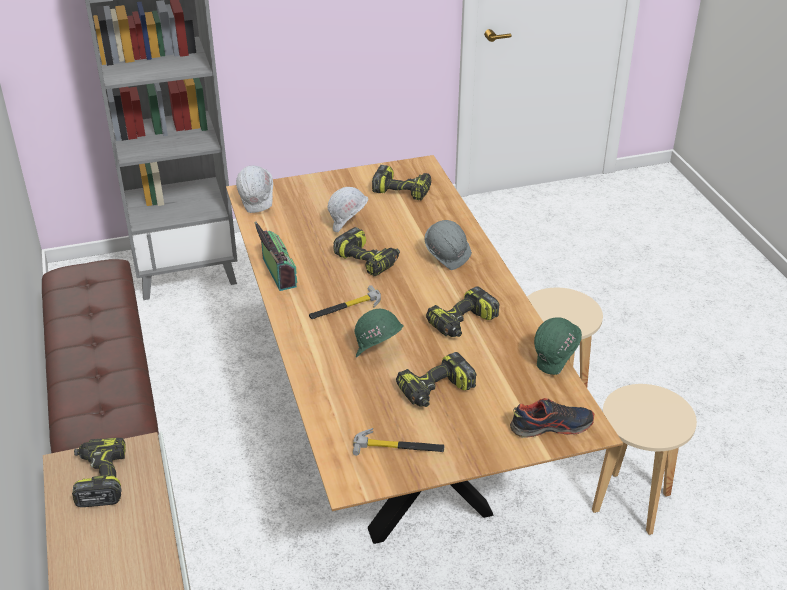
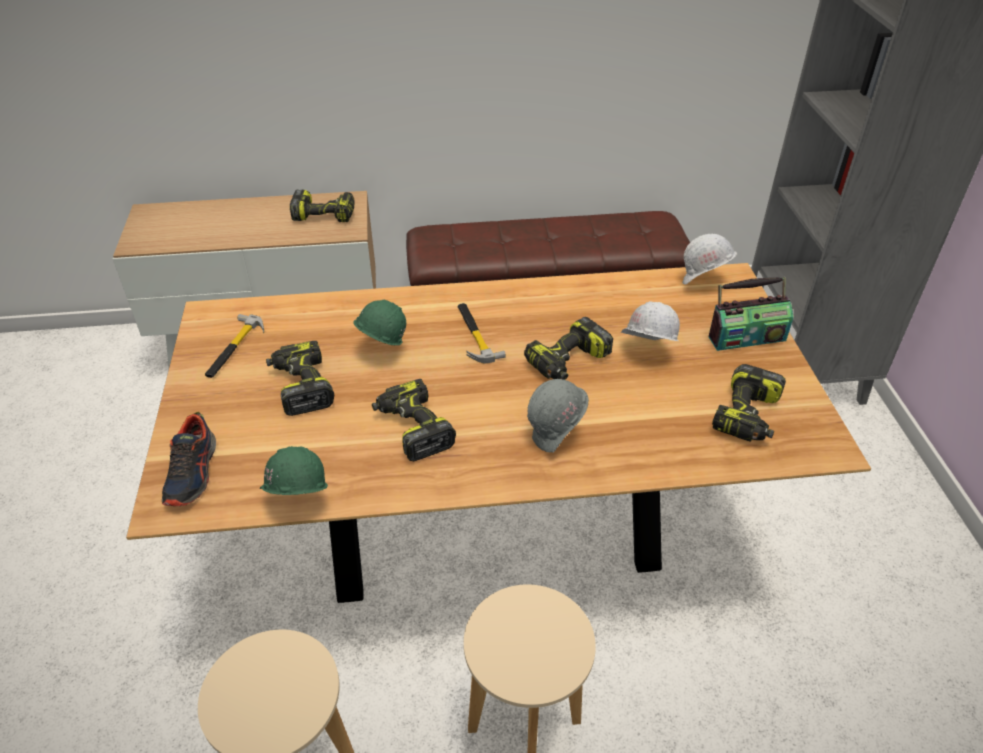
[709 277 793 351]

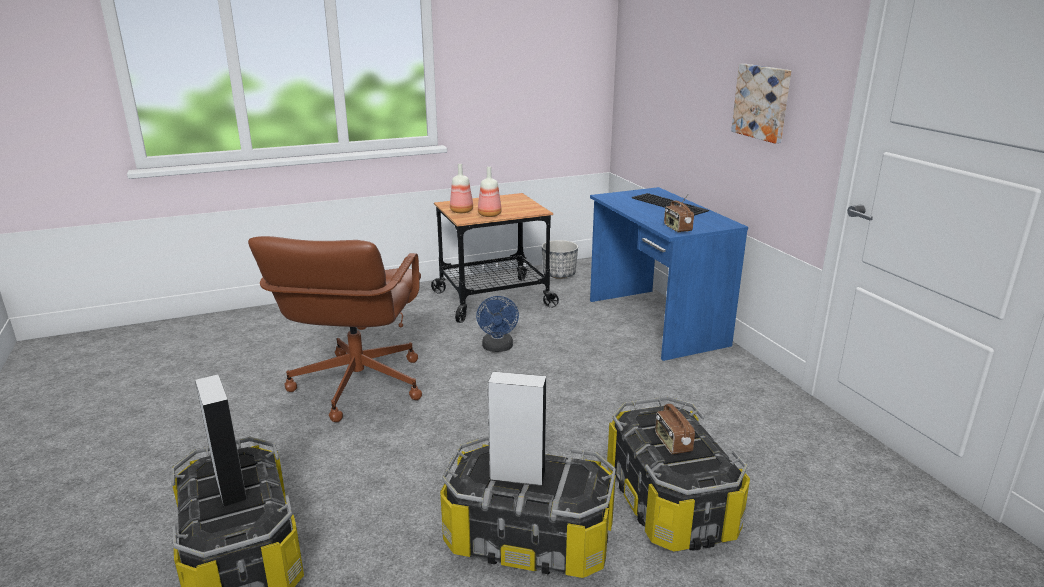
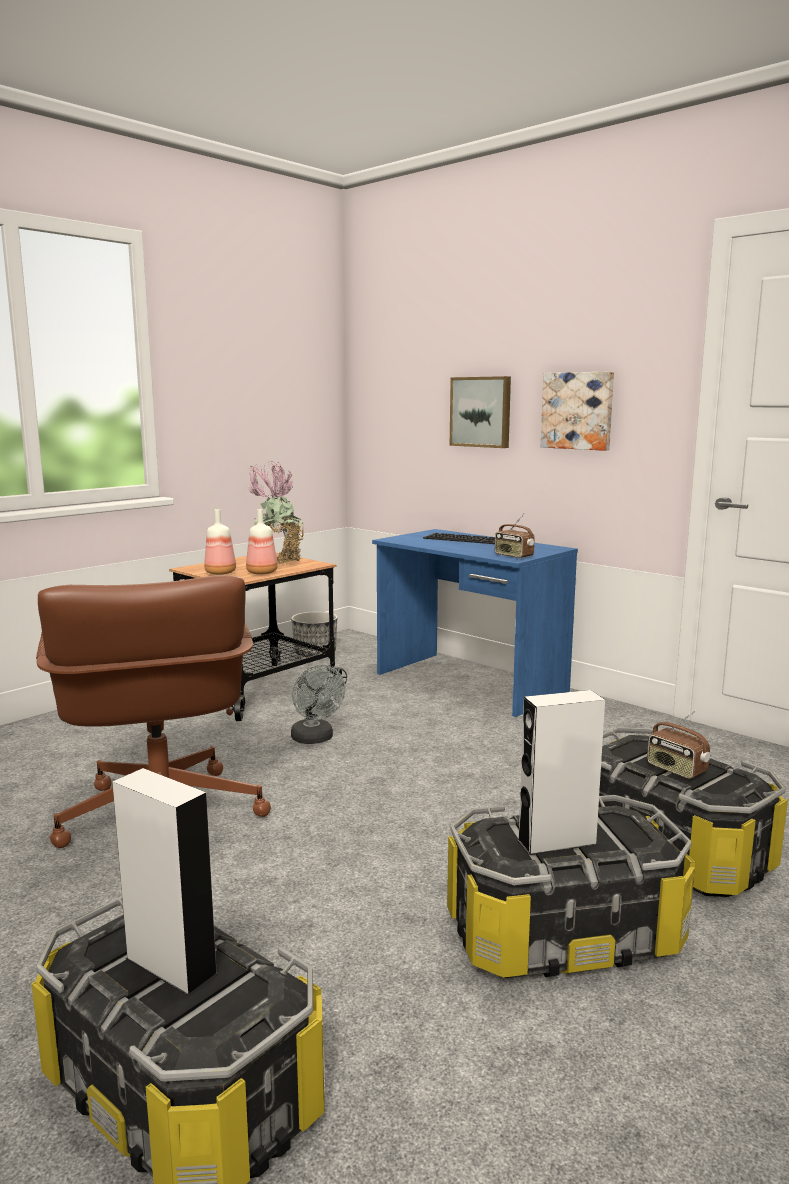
[248 461 304 564]
[450 376 511 448]
[291 665 345 744]

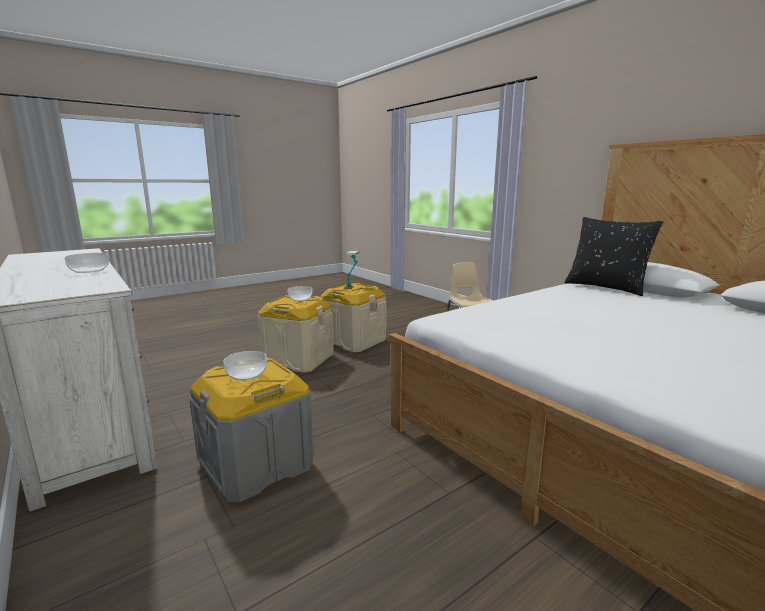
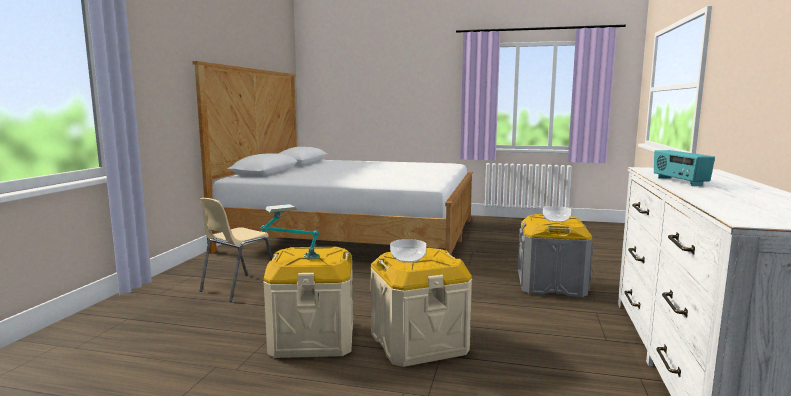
[565 217 664 296] (first image)
[654 150 715 186]

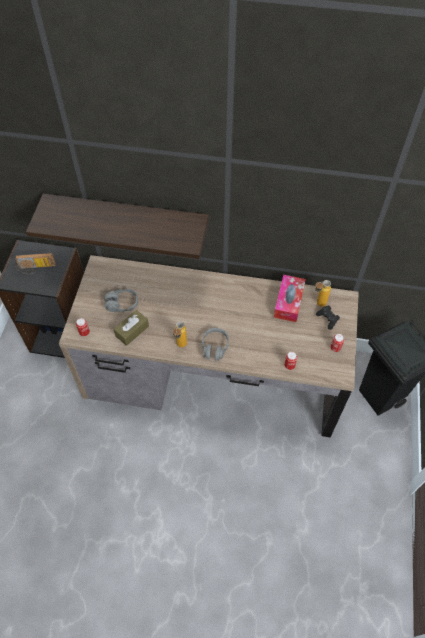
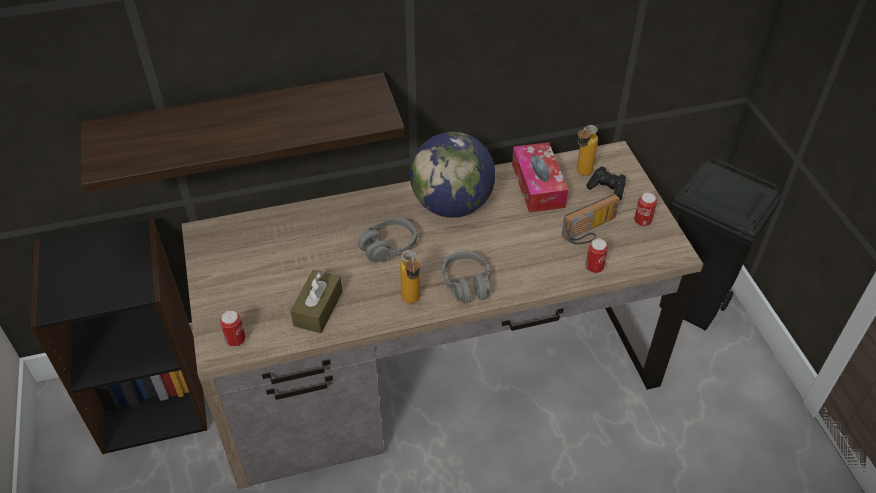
[410 132 495 218]
[562 194 620 245]
[357 218 417 262]

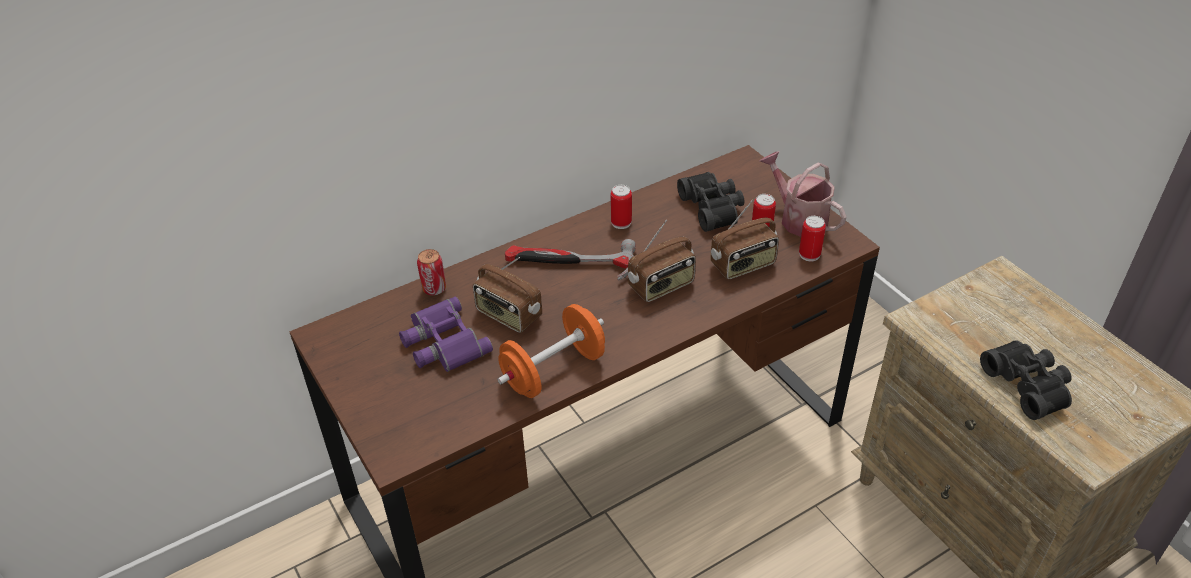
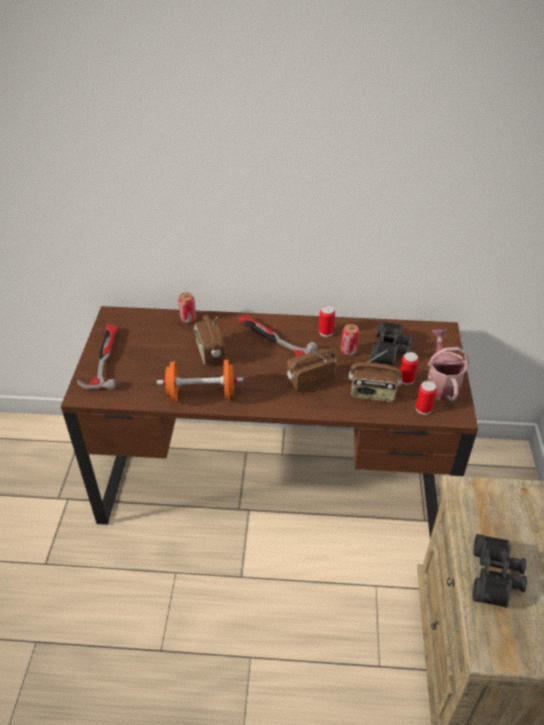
[399 297 493 372] (first image)
[76 324 118 390]
[341 324 359 356]
[287 349 336 392]

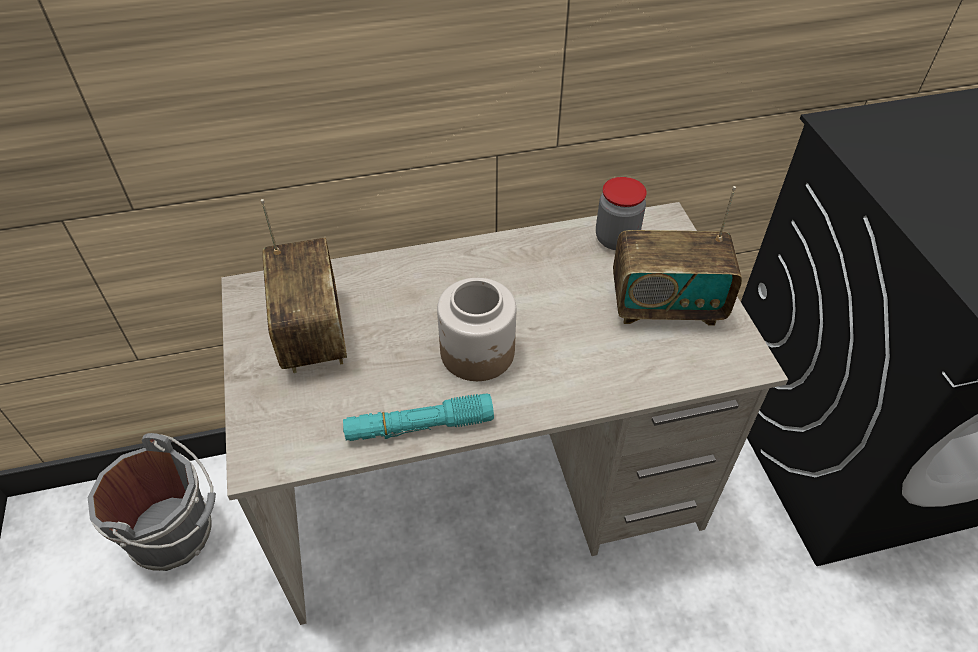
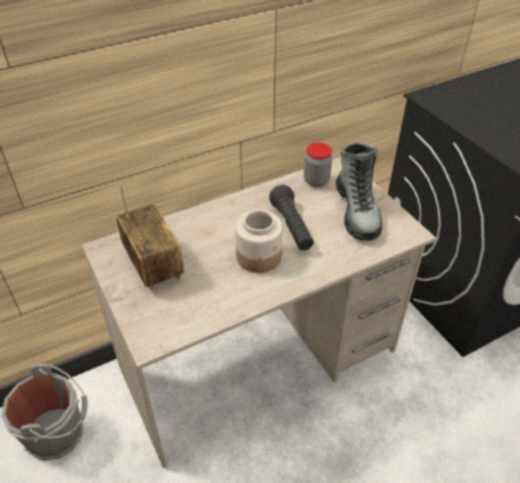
[343 393 494 441] (first image)
[269 185 314 251]
[336 142 382 241]

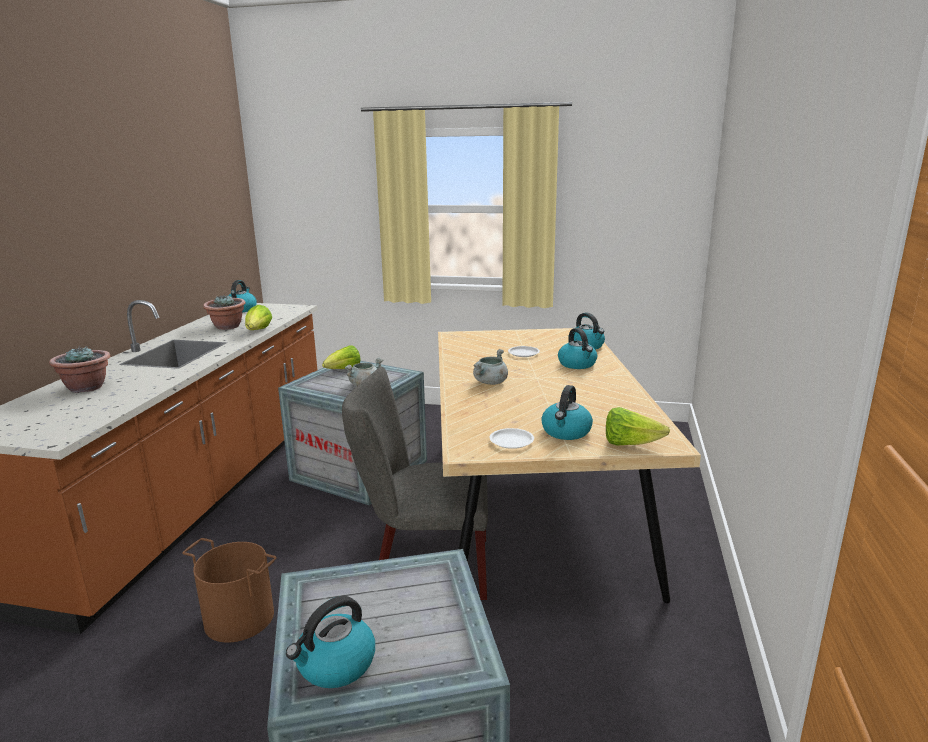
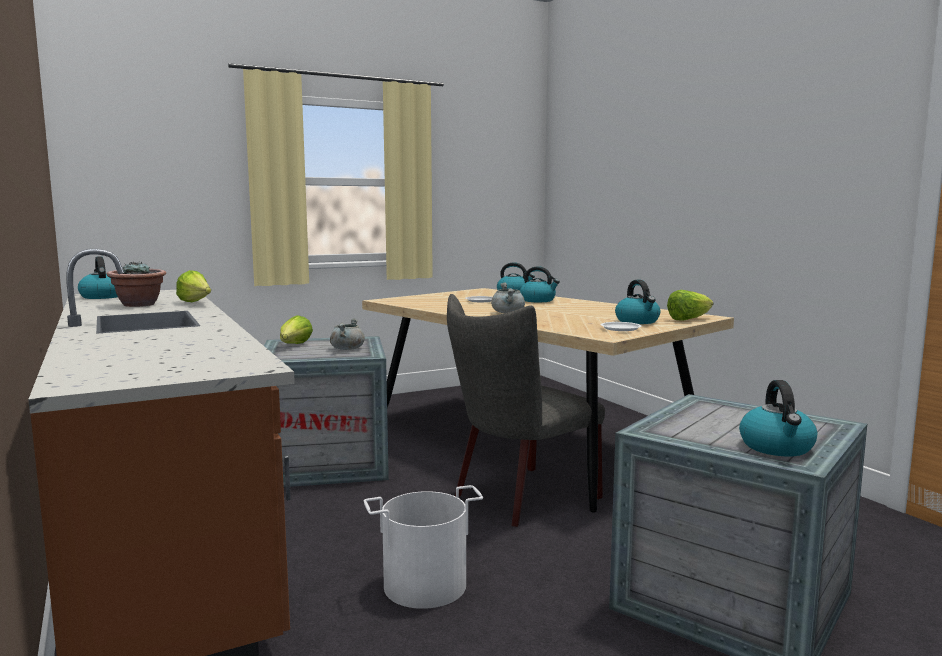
[49 345 110 393] (first image)
[364 485 483 609]

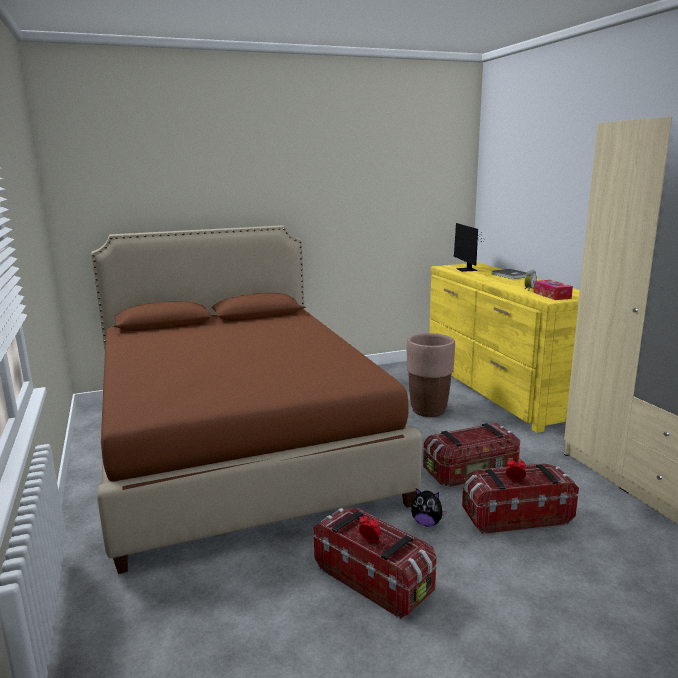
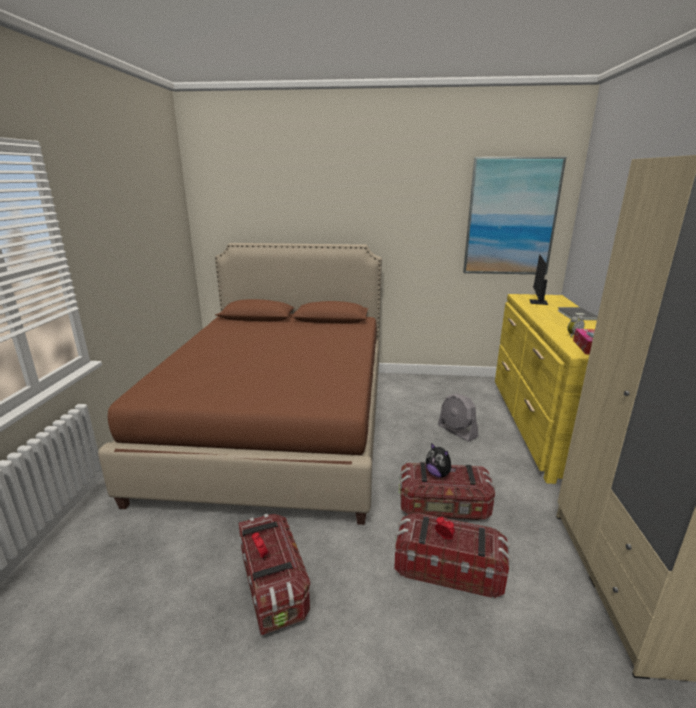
[463 157 566 275]
[426 443 456 477]
[438 393 478 442]

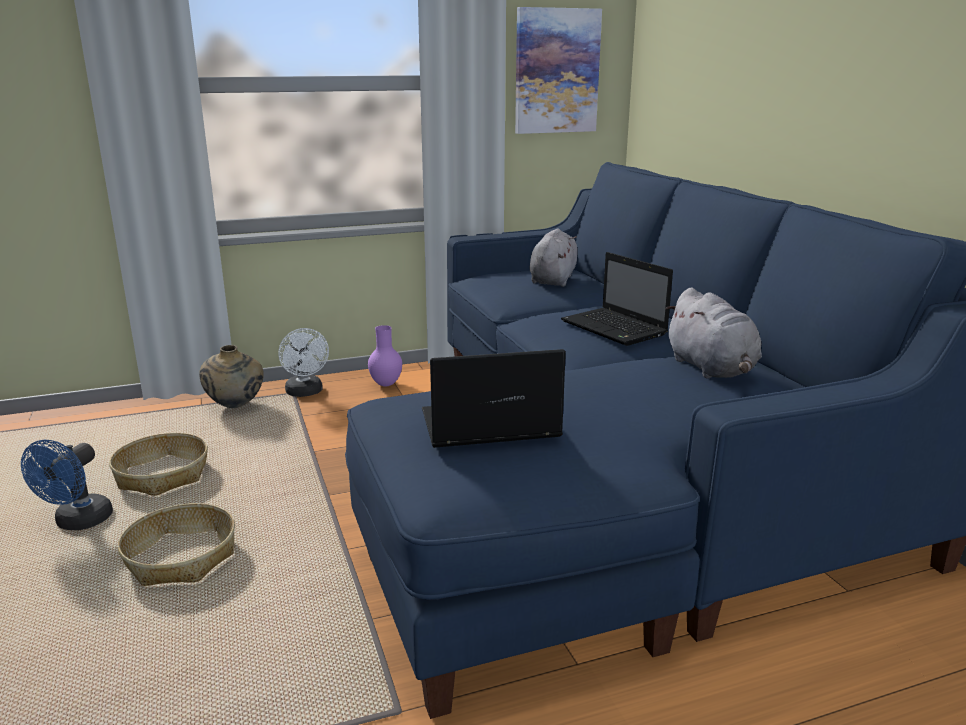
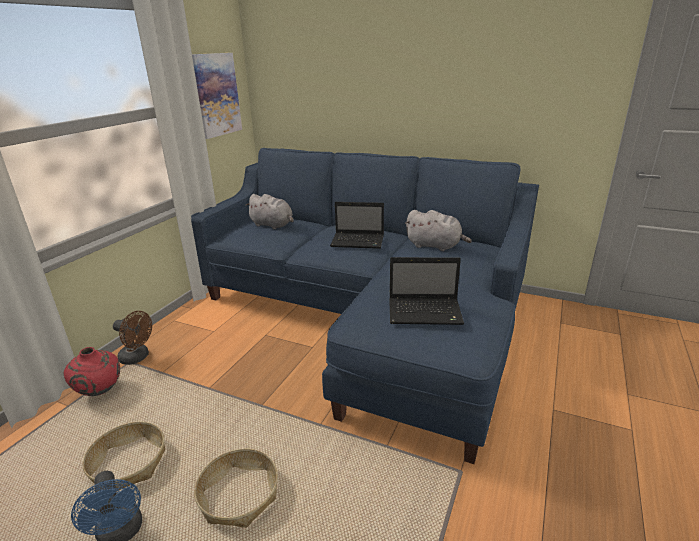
[368 325 402 387] (first image)
[64 347 120 396]
[113 311 152 365]
[389 257 464 325]
[245 194 294 229]

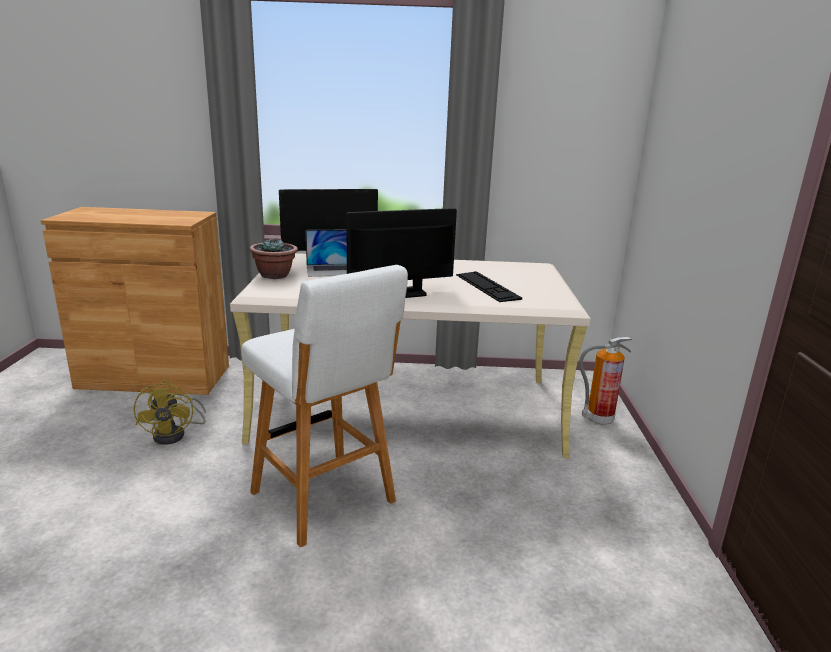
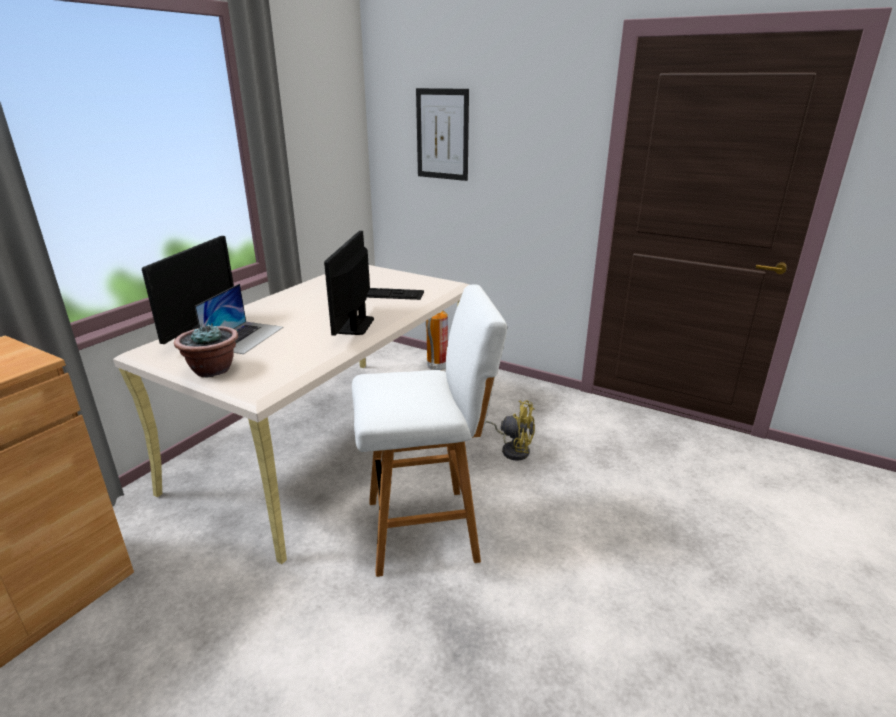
[416 88 469 181]
[486 400 535 461]

